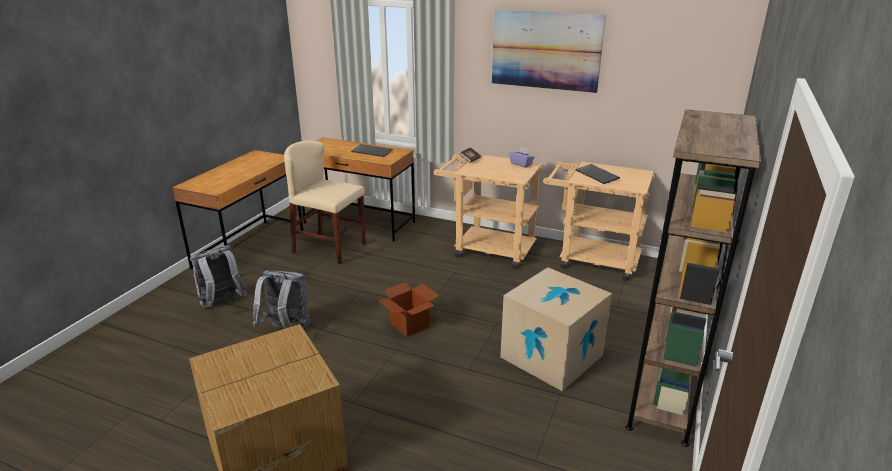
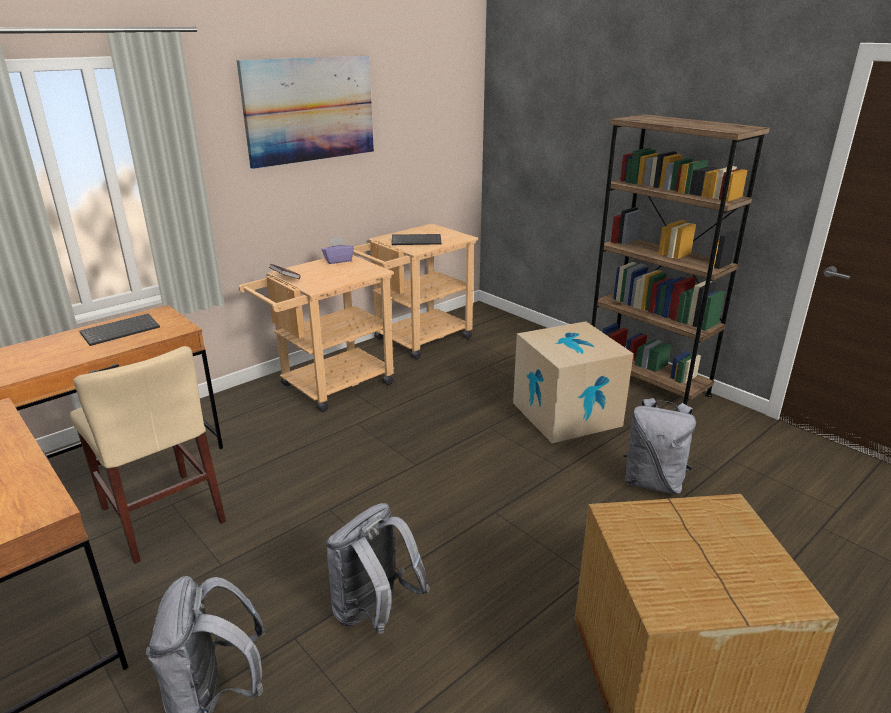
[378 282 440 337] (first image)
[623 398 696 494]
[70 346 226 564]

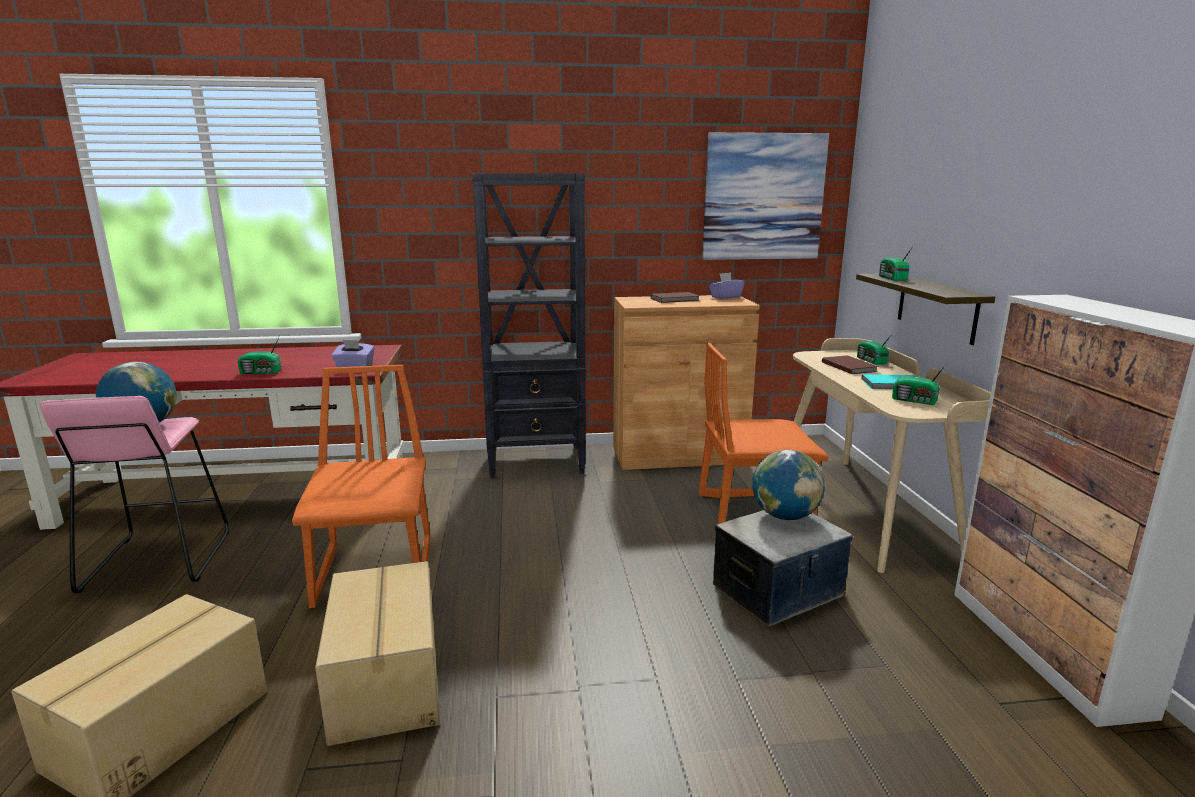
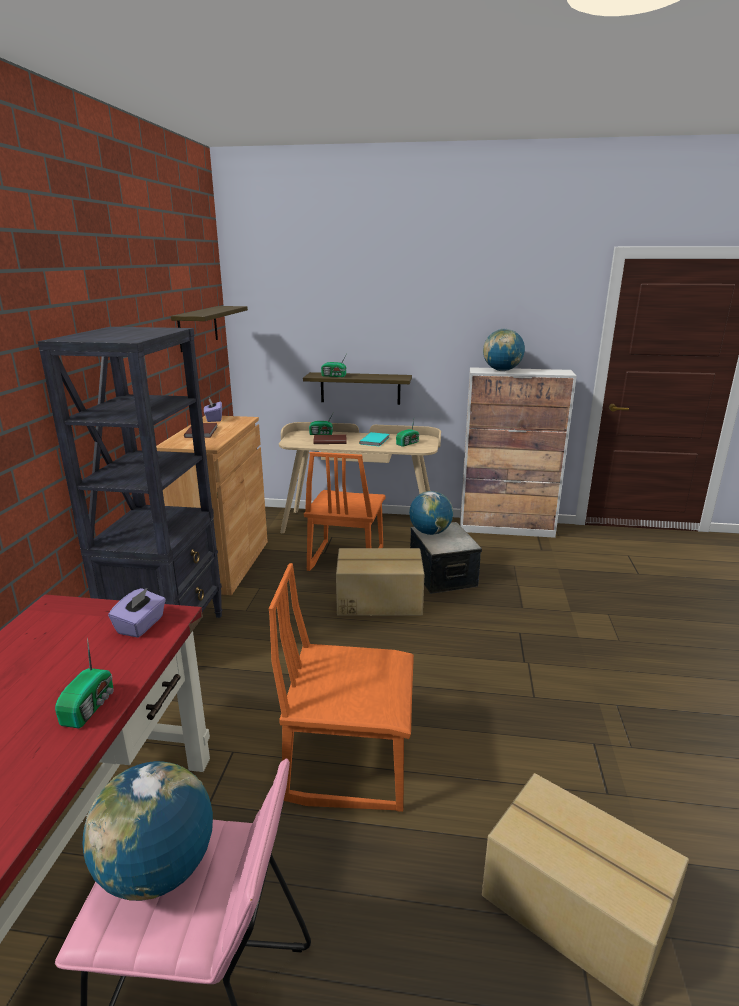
[483 329 525 371]
[336 548 424 616]
[171 306 248 352]

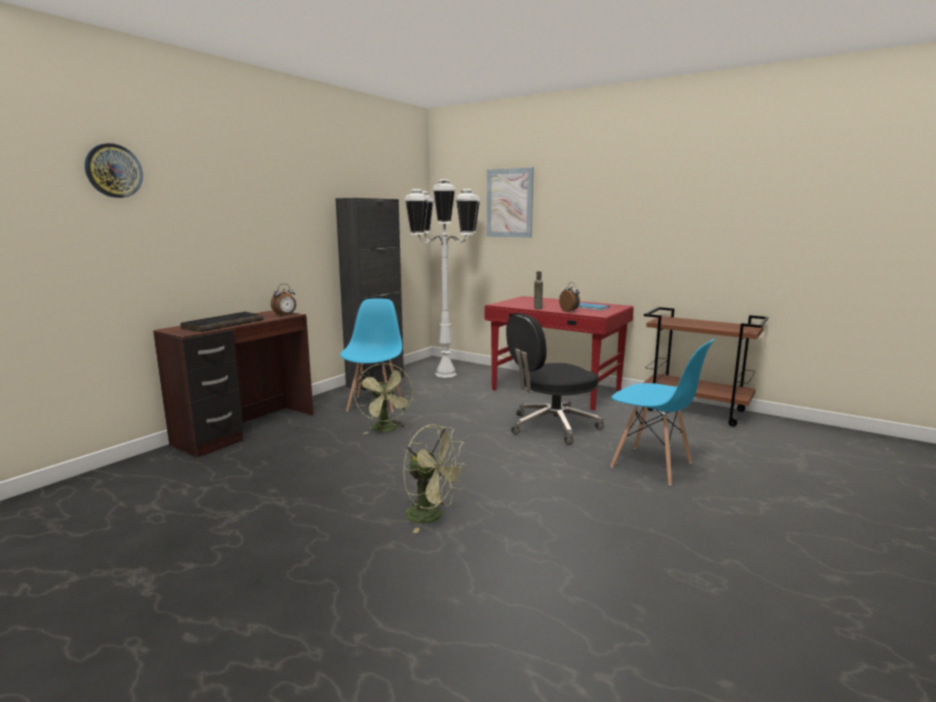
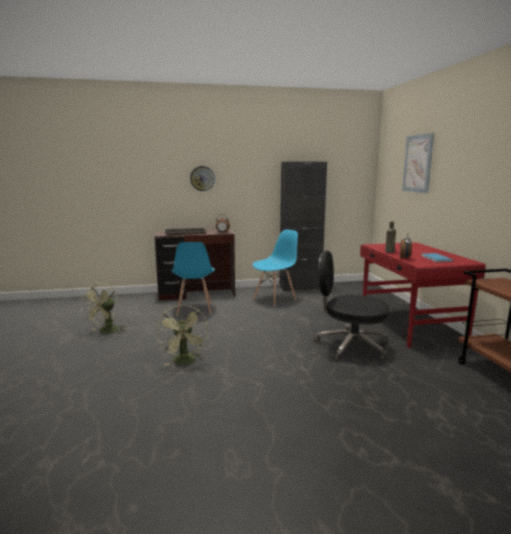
[405 179 480 378] (first image)
[190 166 215 191]
[82 283 125 334]
[172 242 215 316]

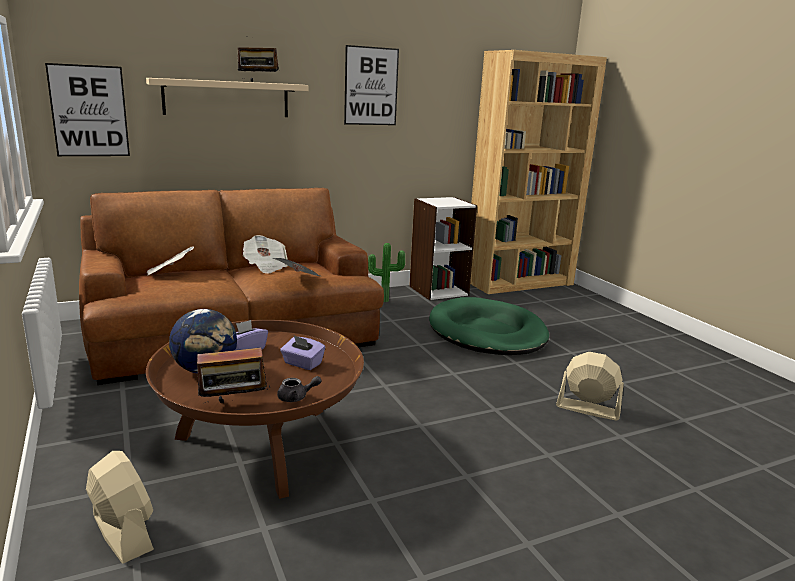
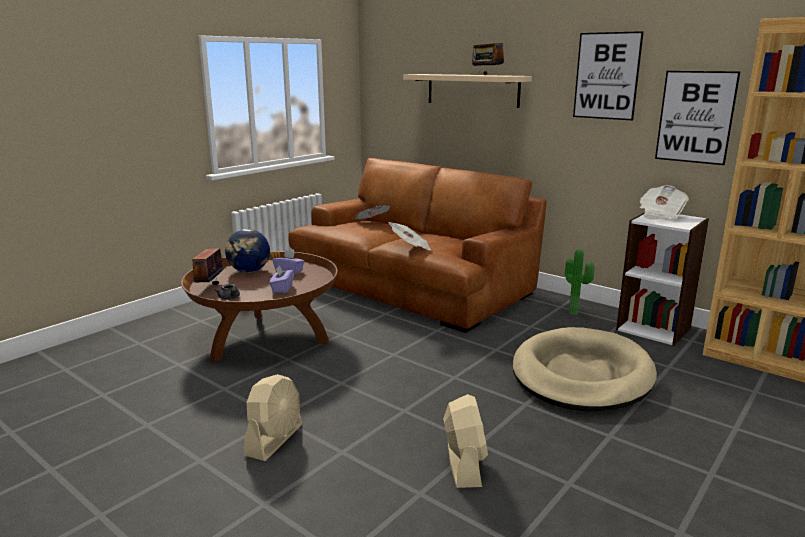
[655 71 741 165]
[244 374 302 461]
[640 185 689 220]
[513 327 657 411]
[190 242 224 285]

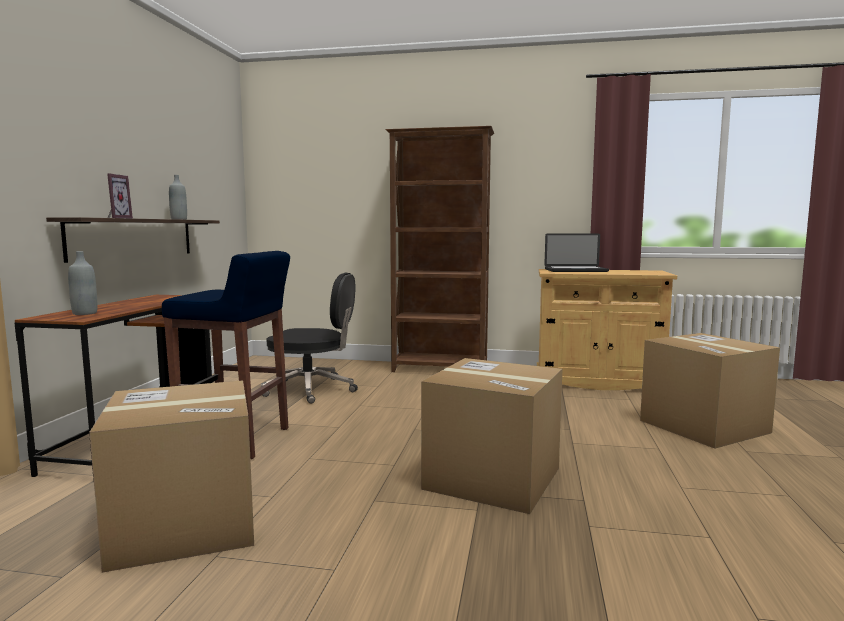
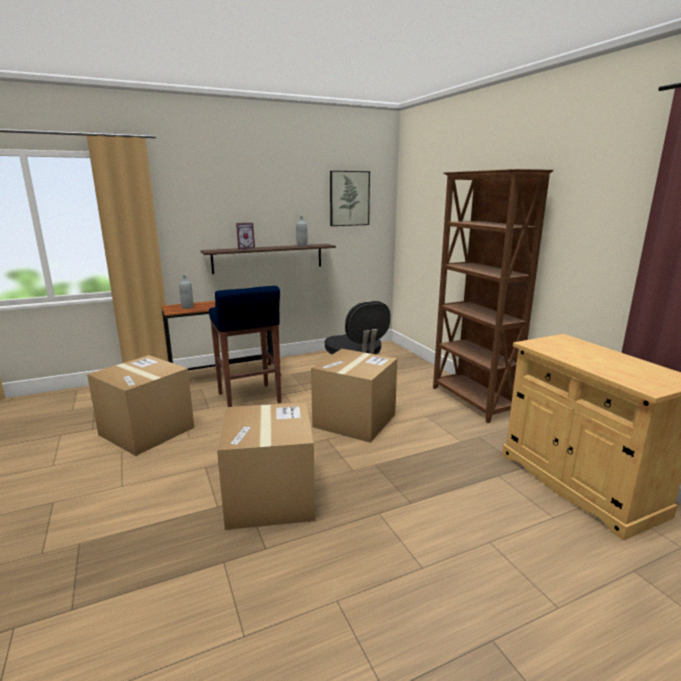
[544 233 609 272] (first image)
[330 171 370 226]
[311 349 398 443]

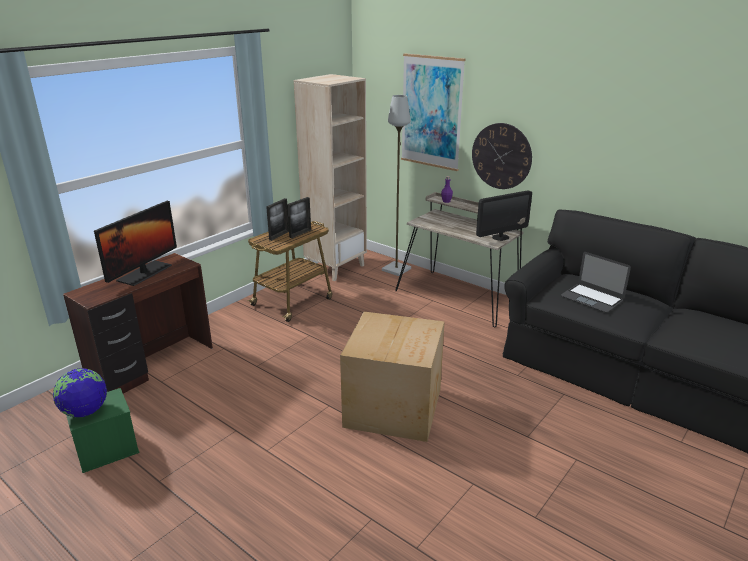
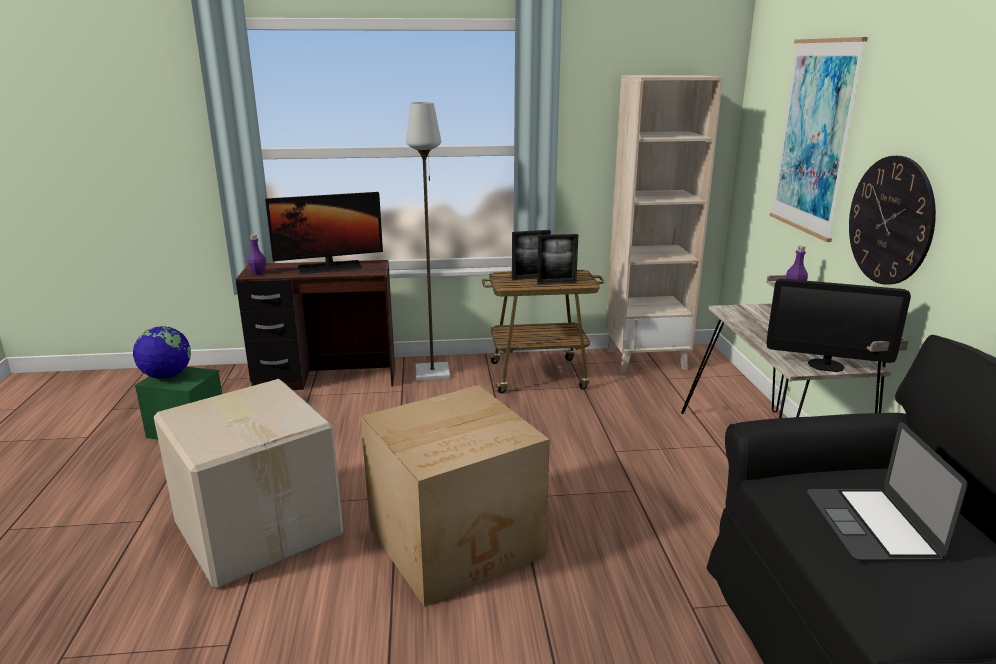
[154 379 343 588]
[247 234 266 275]
[406 102 450 381]

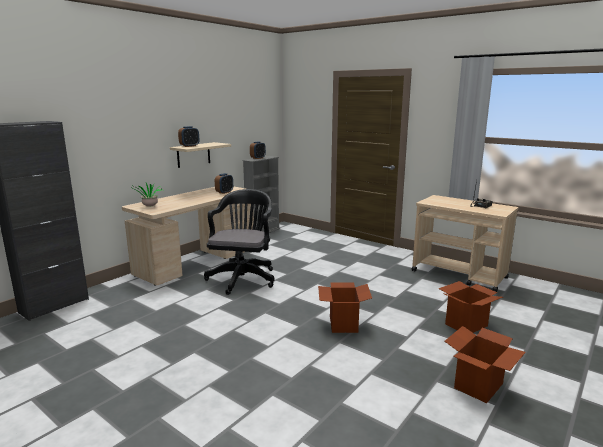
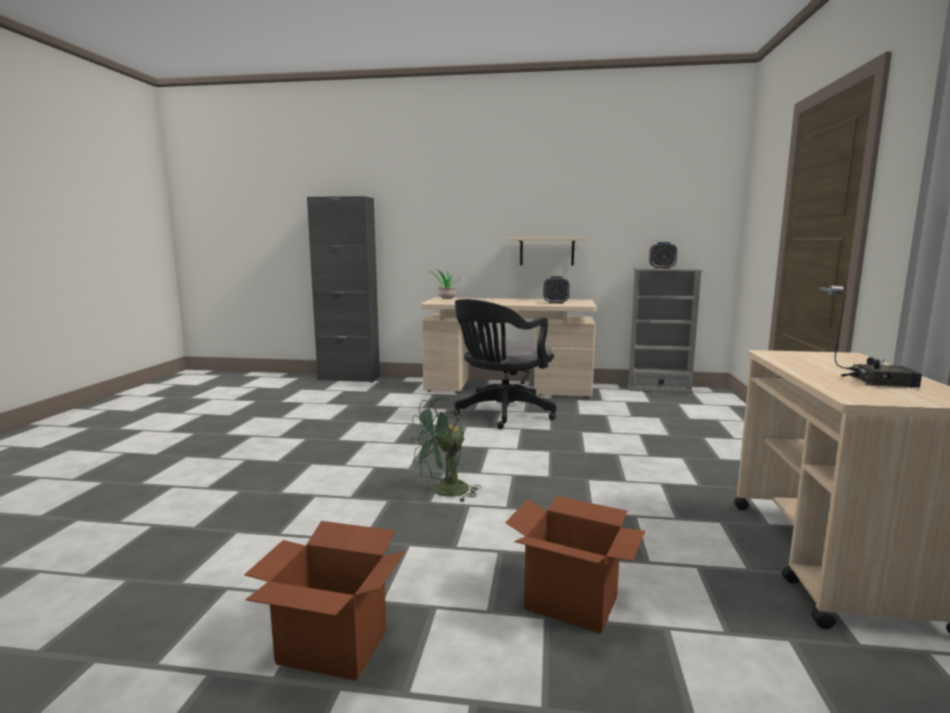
[178 126 199 147] (first image)
[409 397 481 502]
[453 299 557 429]

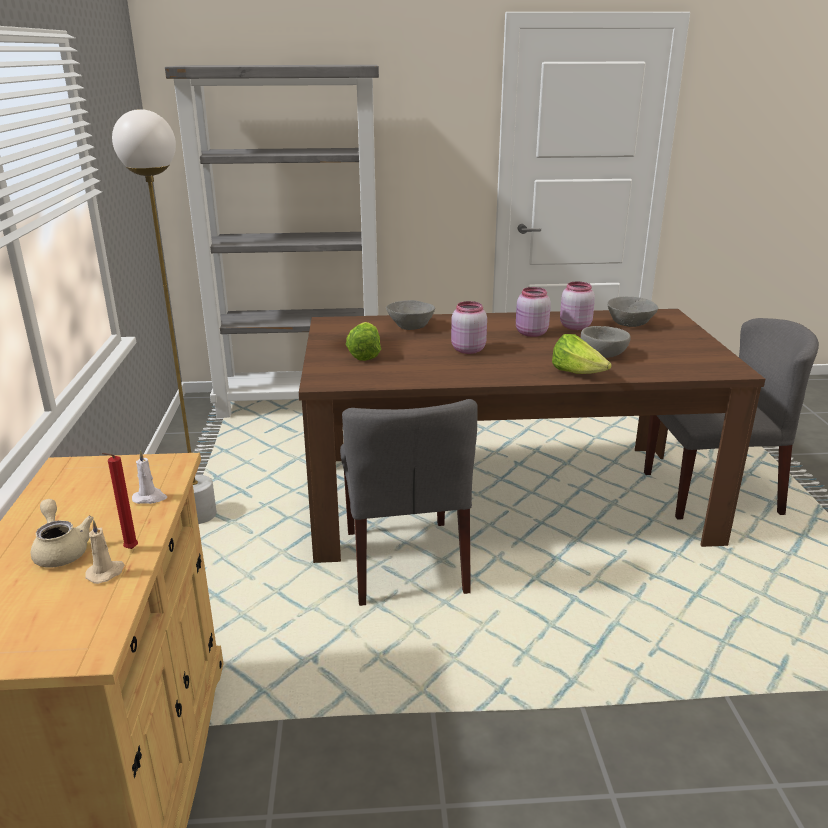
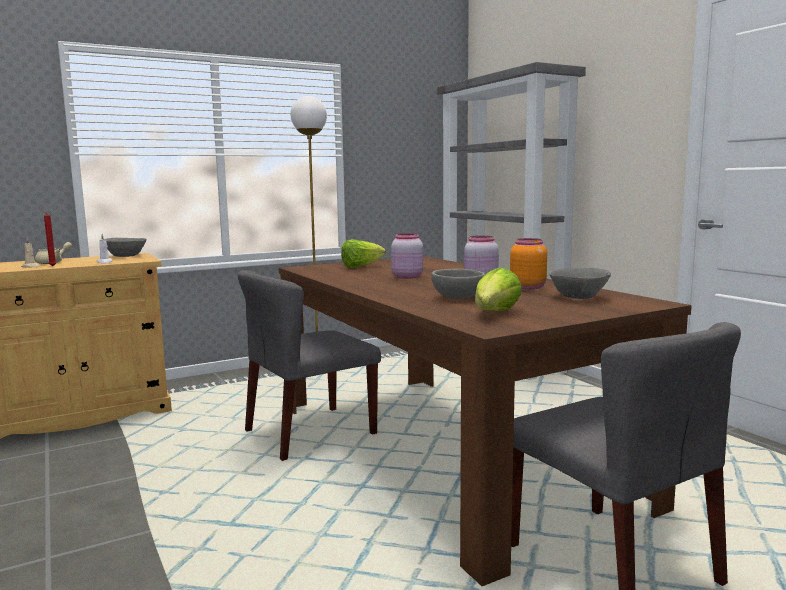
[103 238 146 257]
[475 267 522 311]
[510 238 547 290]

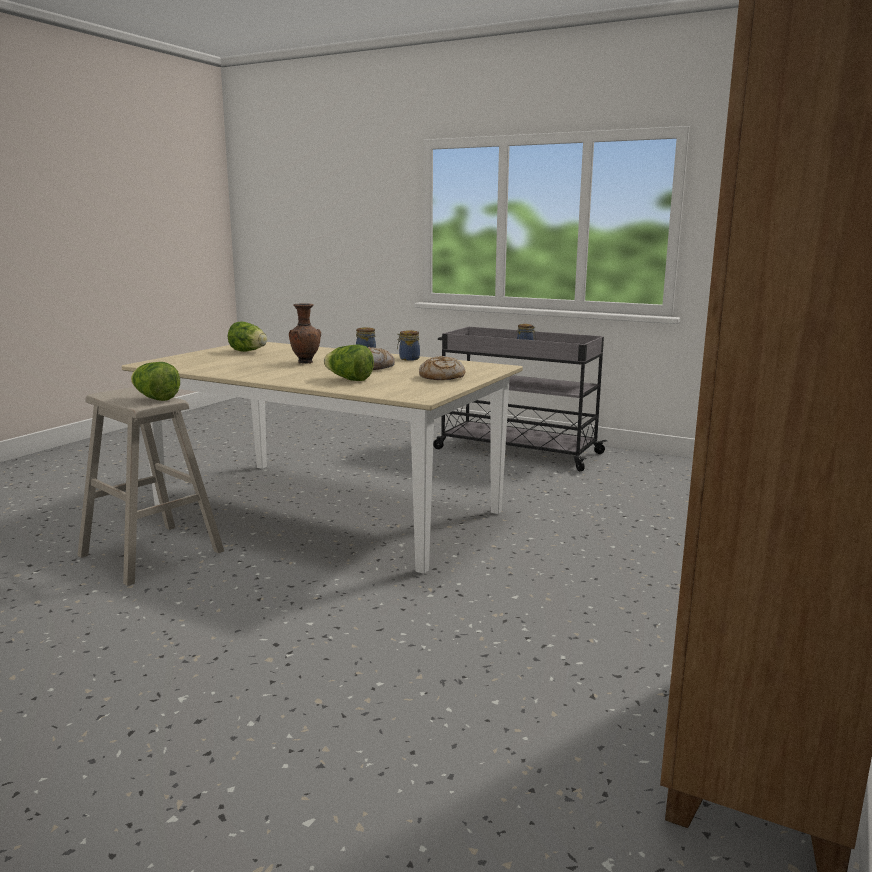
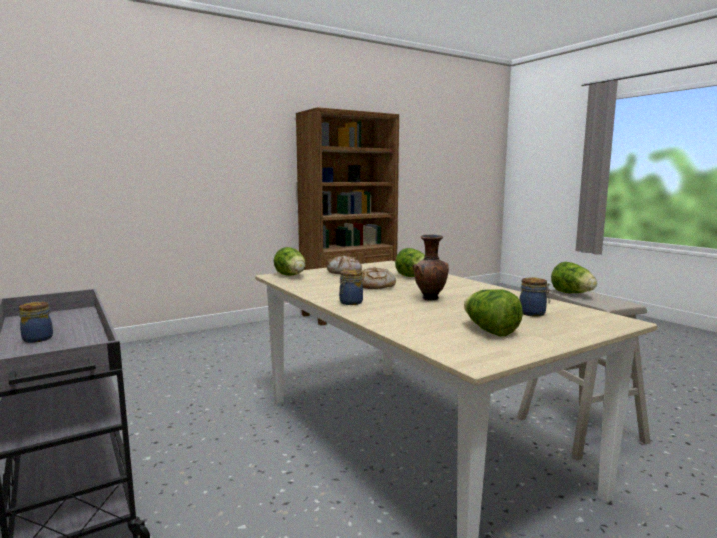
[274 247 305 276]
[519 277 550 317]

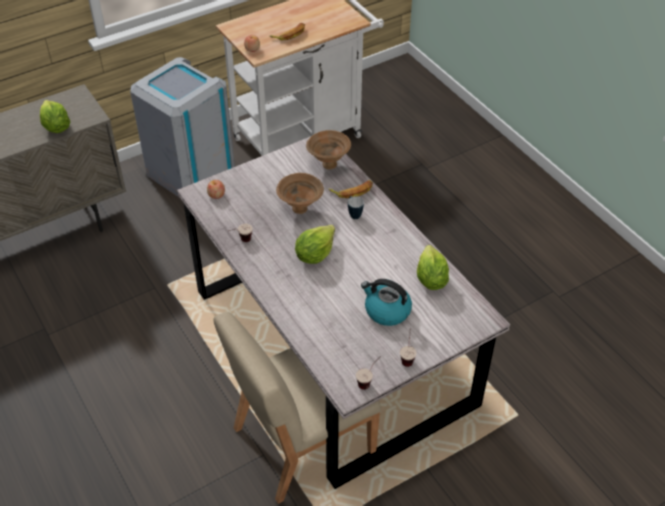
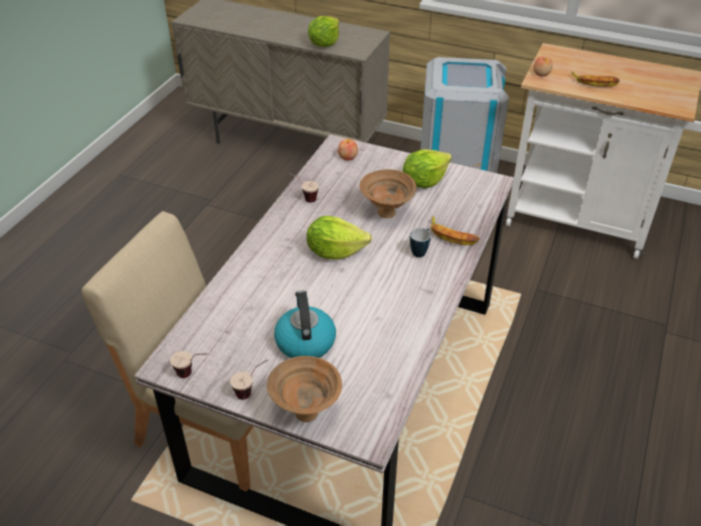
[267 356 342 422]
[403 149 452 188]

